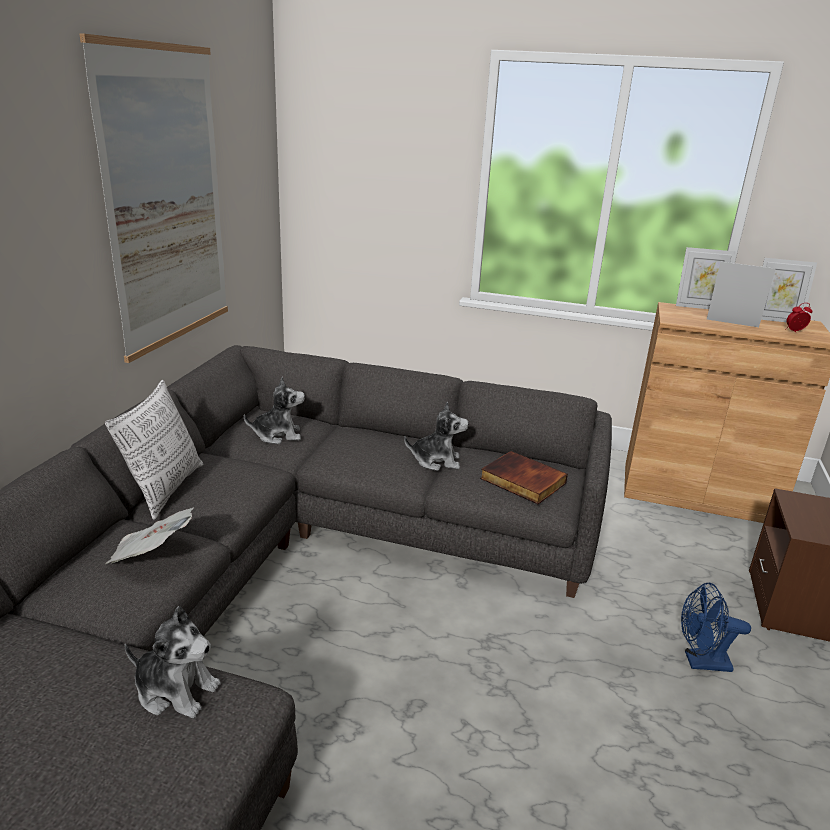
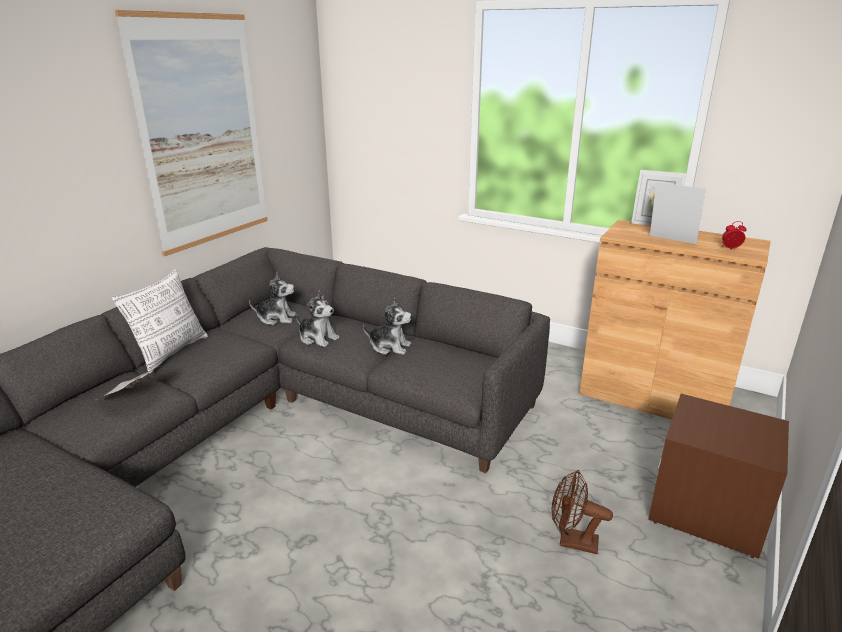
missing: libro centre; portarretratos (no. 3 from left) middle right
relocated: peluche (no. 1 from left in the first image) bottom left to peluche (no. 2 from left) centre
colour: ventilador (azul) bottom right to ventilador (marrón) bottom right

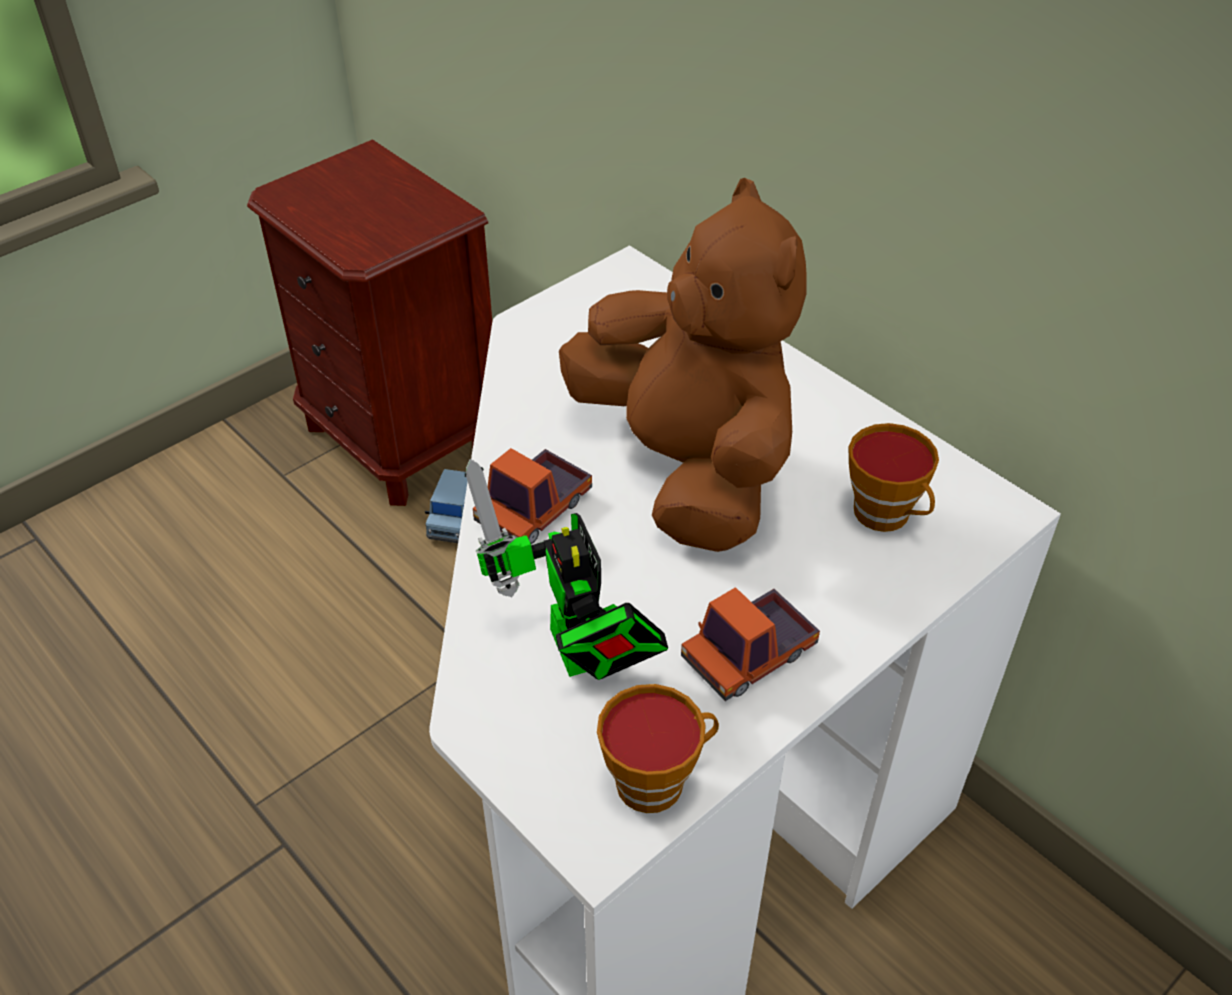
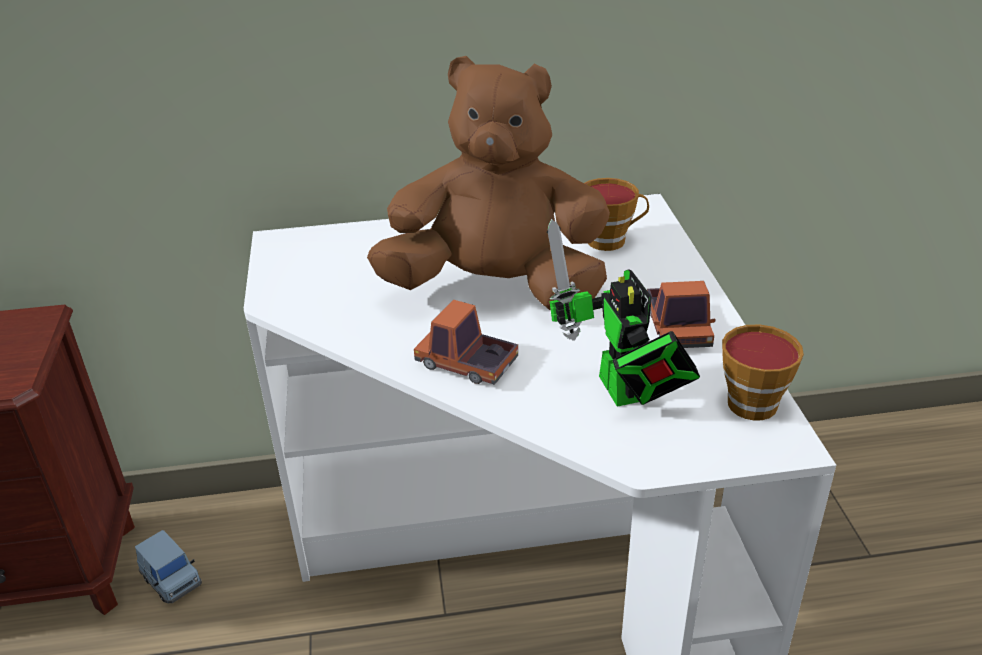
spun: robot de juguete centre = centre 60 degrees clockwise; camión de juguete (no. 1 from left) centre = centre 135 degrees clockwise

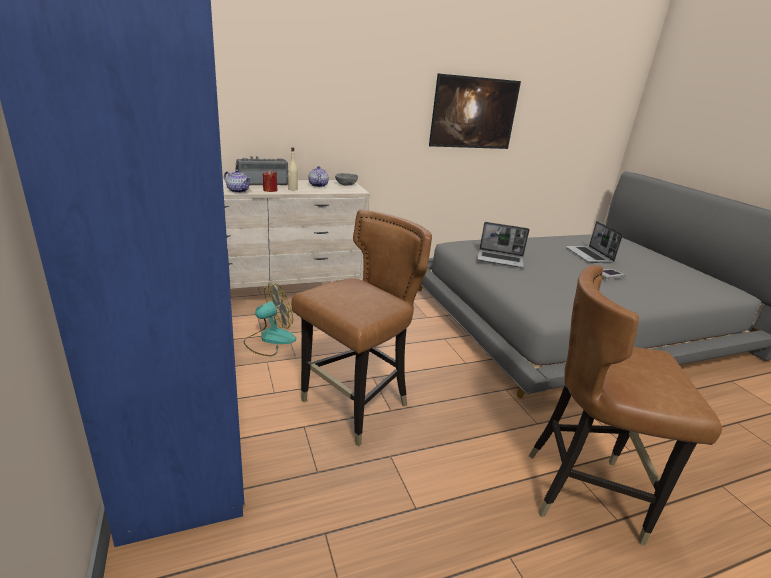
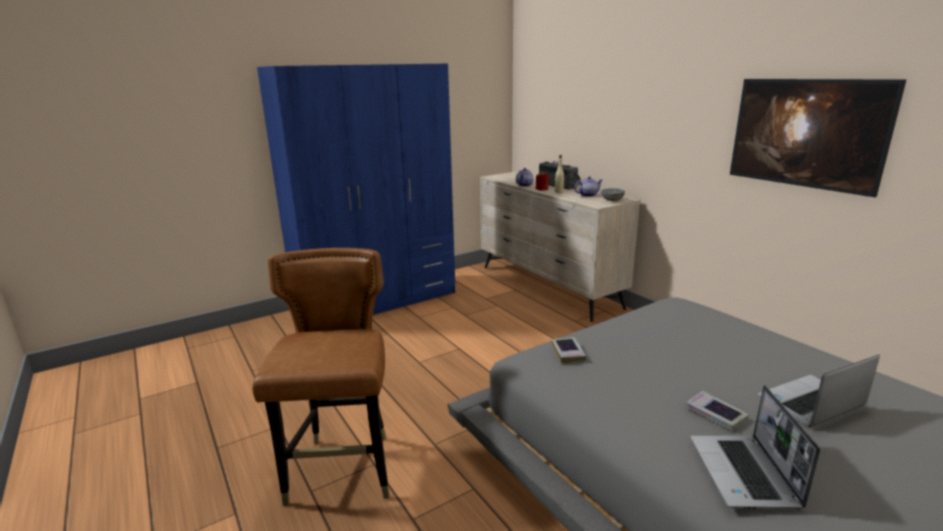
missing: ventilador centre; silla (marrón) (no. 1 from left) centre
appeared: libro (no. 1 from left) centre
relocated: portátil (no. 1 from left) centre to bottom right

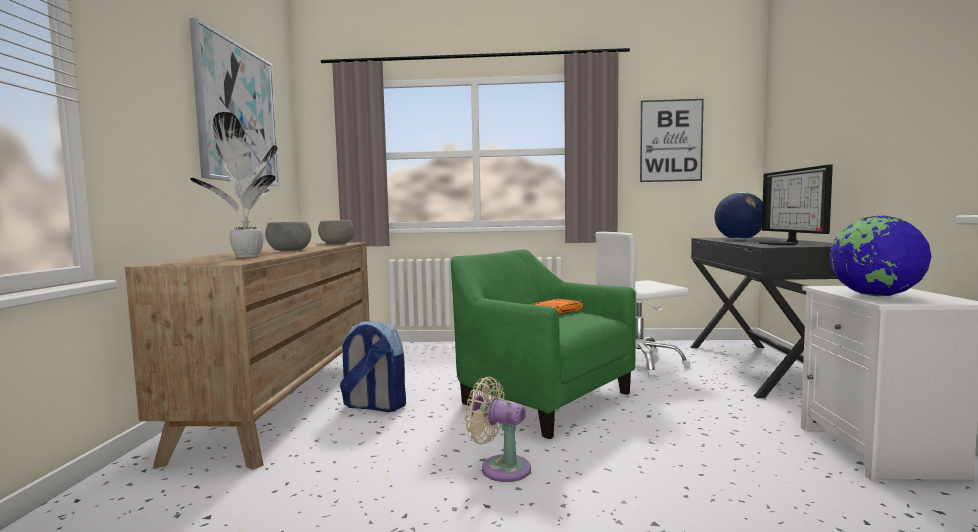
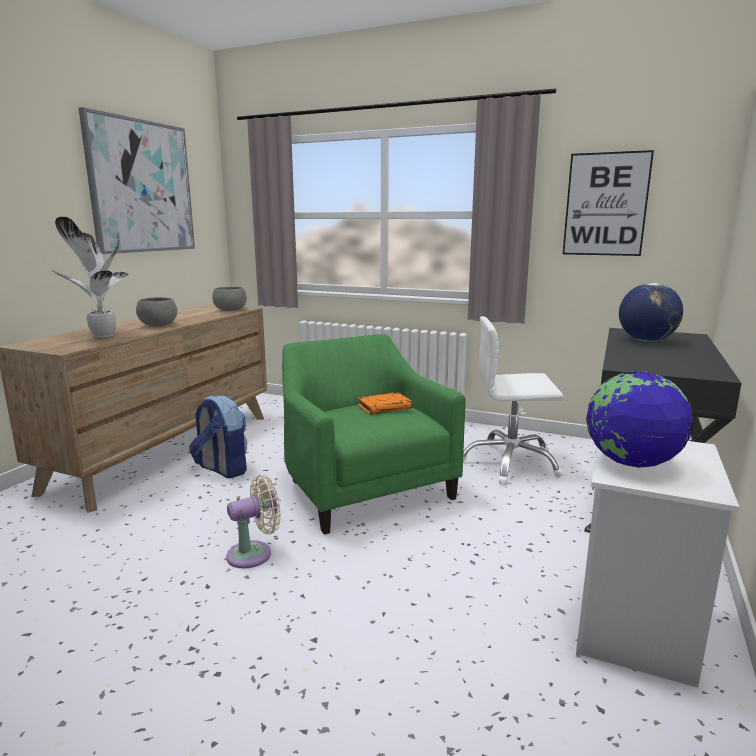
missing: monitor middle right
spun: ventilador (beis) bottom centre = bottom centre 105 degrees clockwise

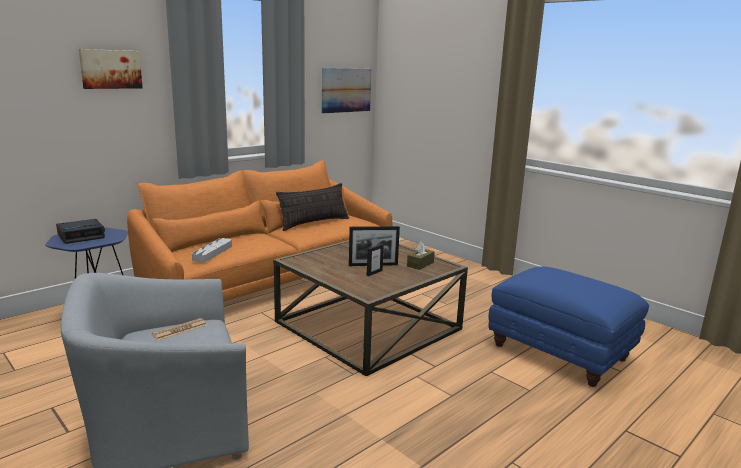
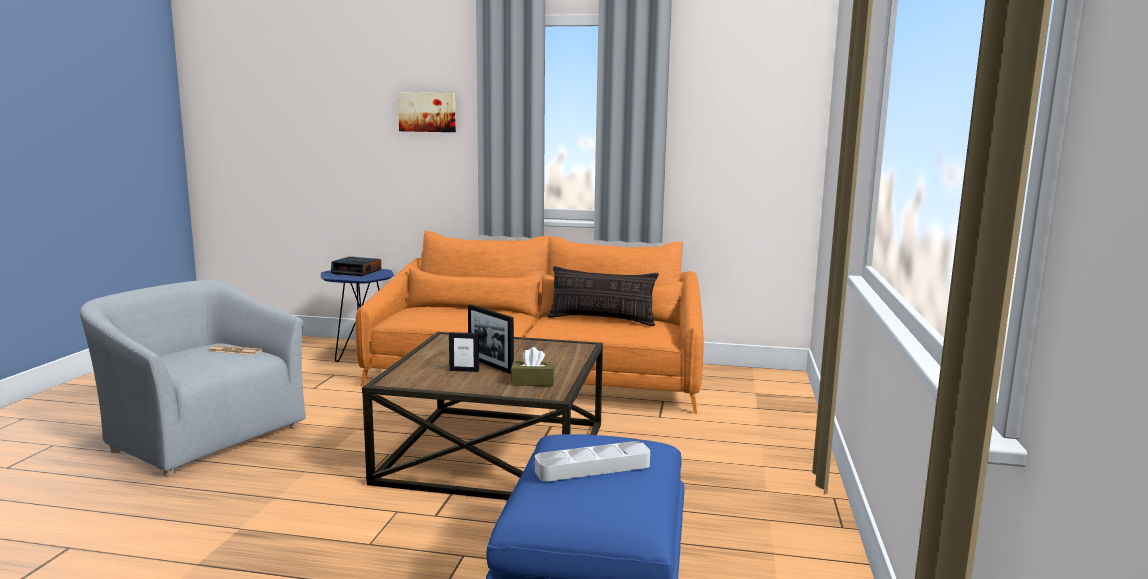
missing: cuadro (no. 2 from left) top centre
relocated: bandeja (gris) middle left to bottom centre

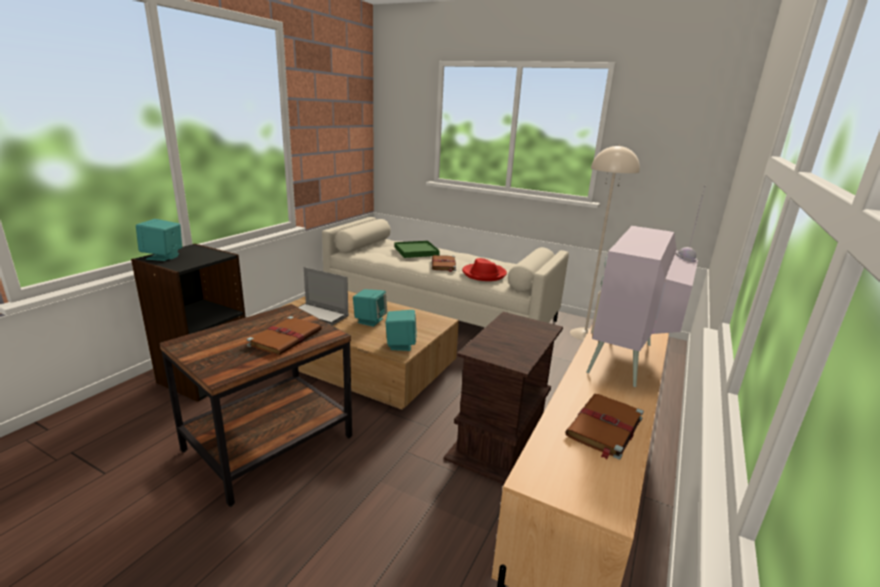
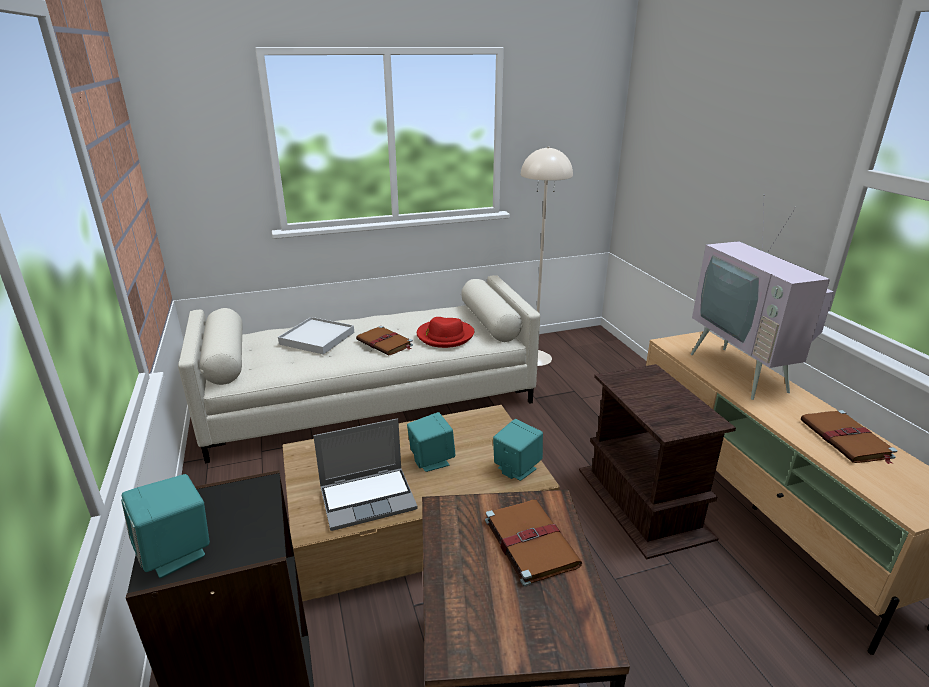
colour: bandeja (verde) centre to bandeja (blanco) centre

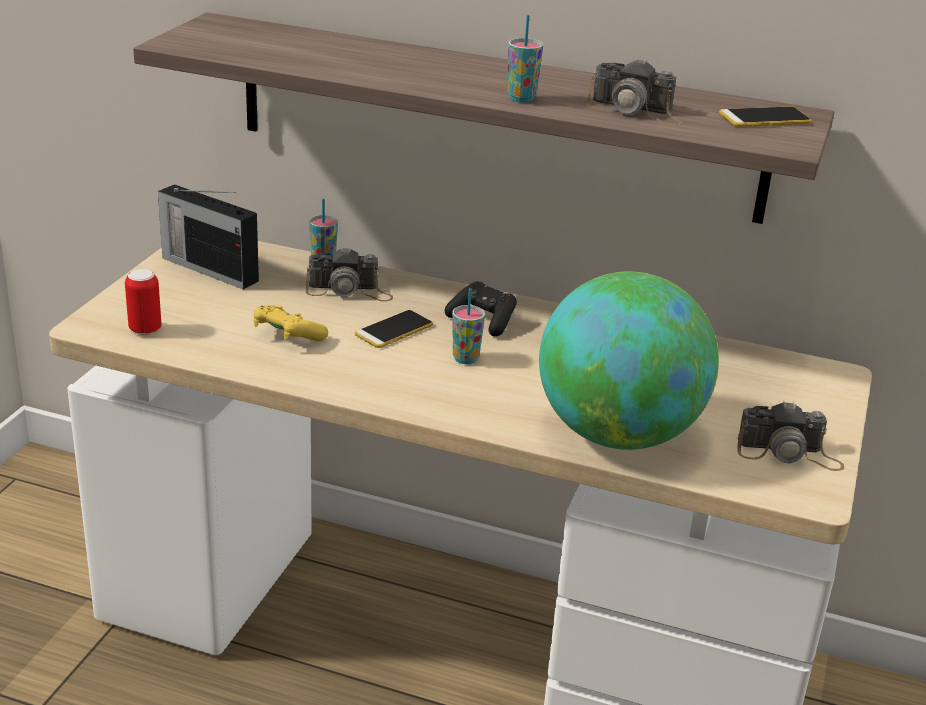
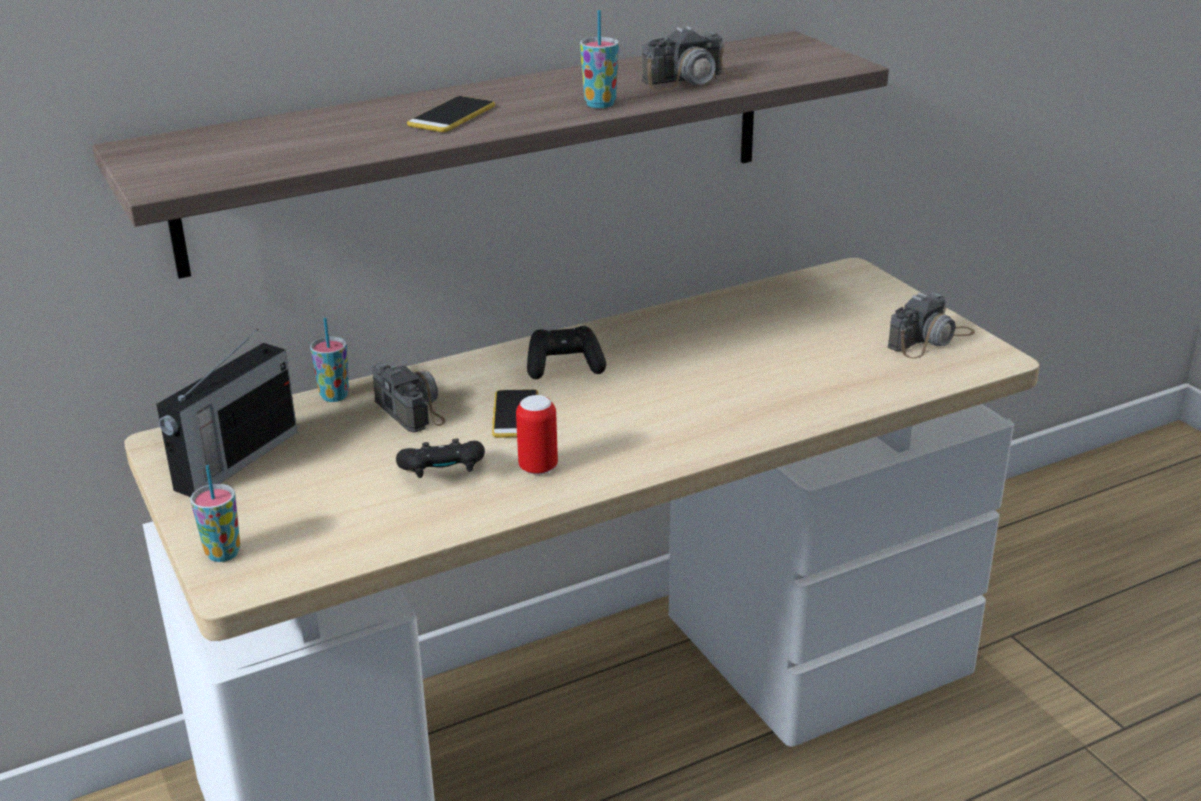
missing: globo terráqueo middle right
relocated: lata middle left to centre; taza (no. 2 from left in the first image) centre to taza (no. 1 from left) middle left; móvil (no. 2 from left in the first image) top right to móvil (no. 1 from left) top centre
colour: mando de consola (amarillo) middle left to mando de consola (negro) (no. 1 from left) centre
spun: radio middle left = middle left 45 degrees counterclockwise; cámara (no. 1 from left) centre = centre 75 degrees counterclockwise

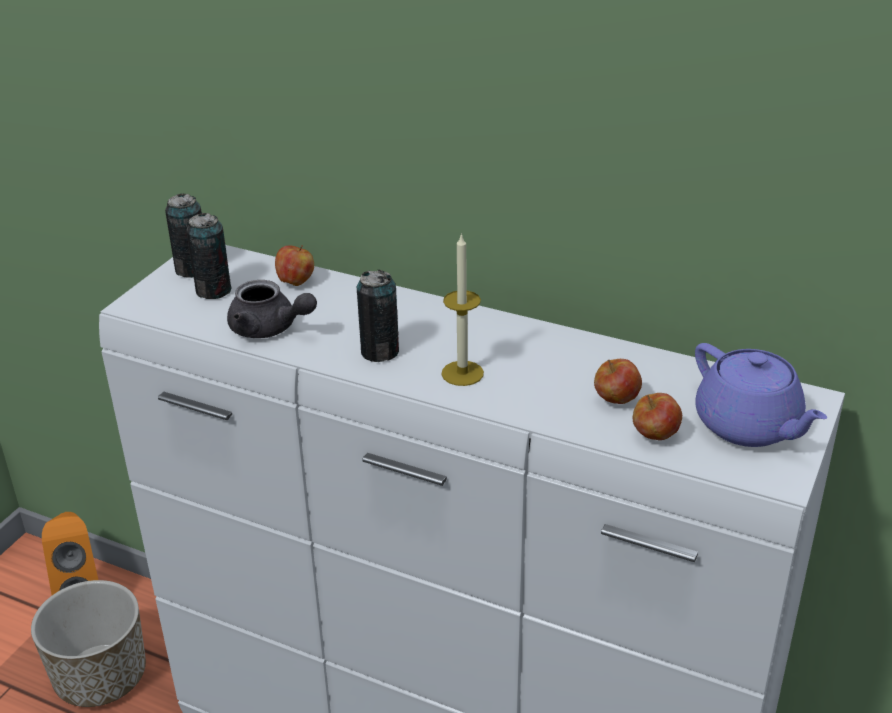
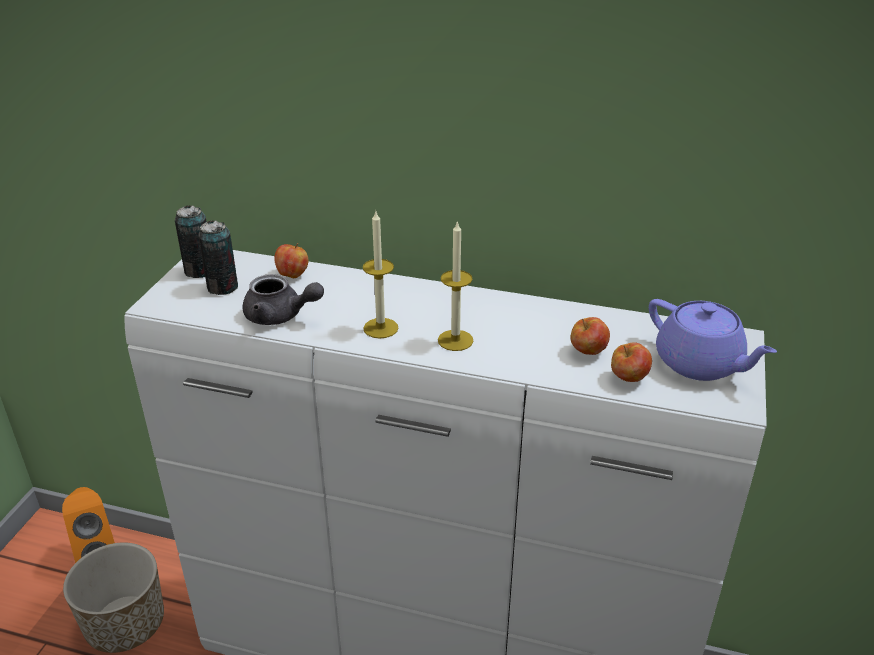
exchanged: lata (no. 3 from left) centre to vela (no. 1 from left) centre

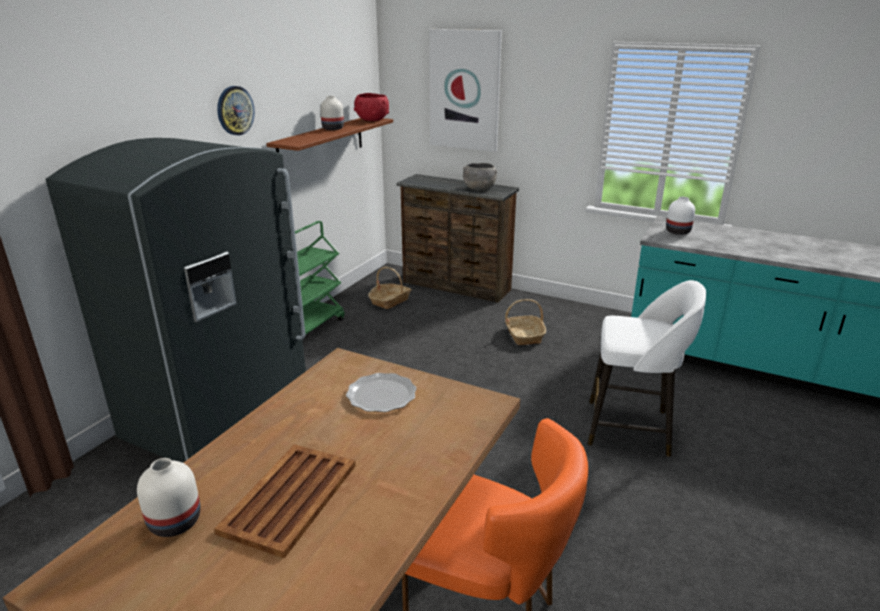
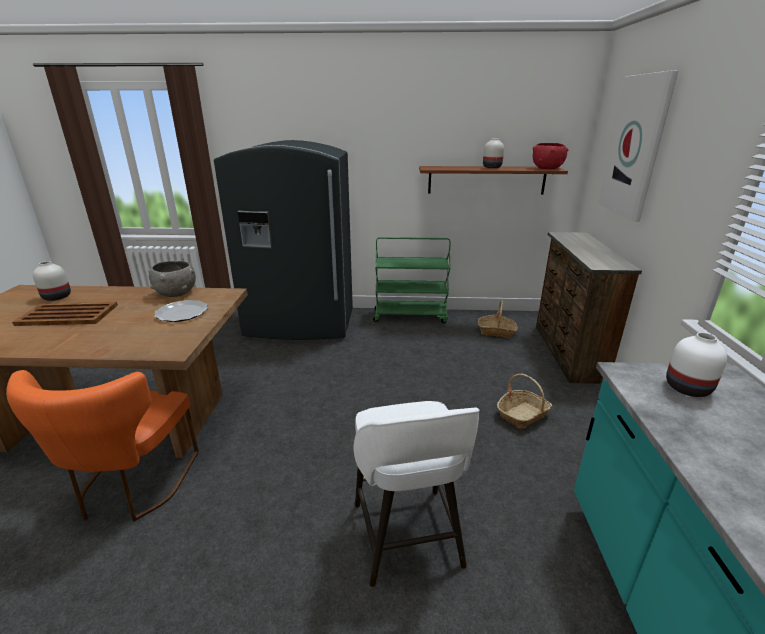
missing: reloj de pared top left
relocated: cuenco (gris) top centre to middle left

